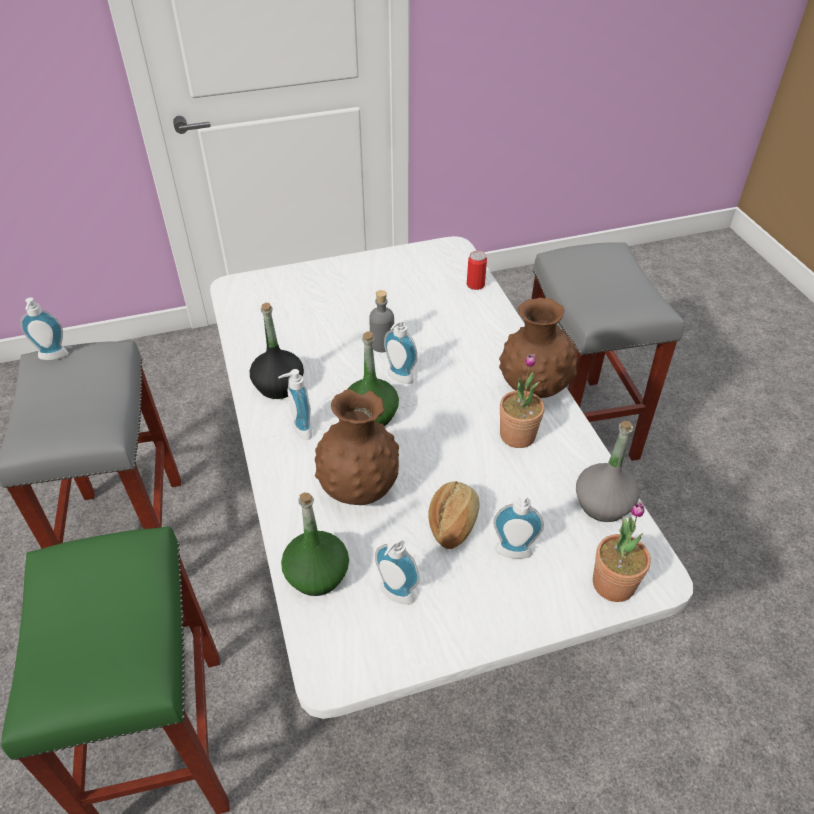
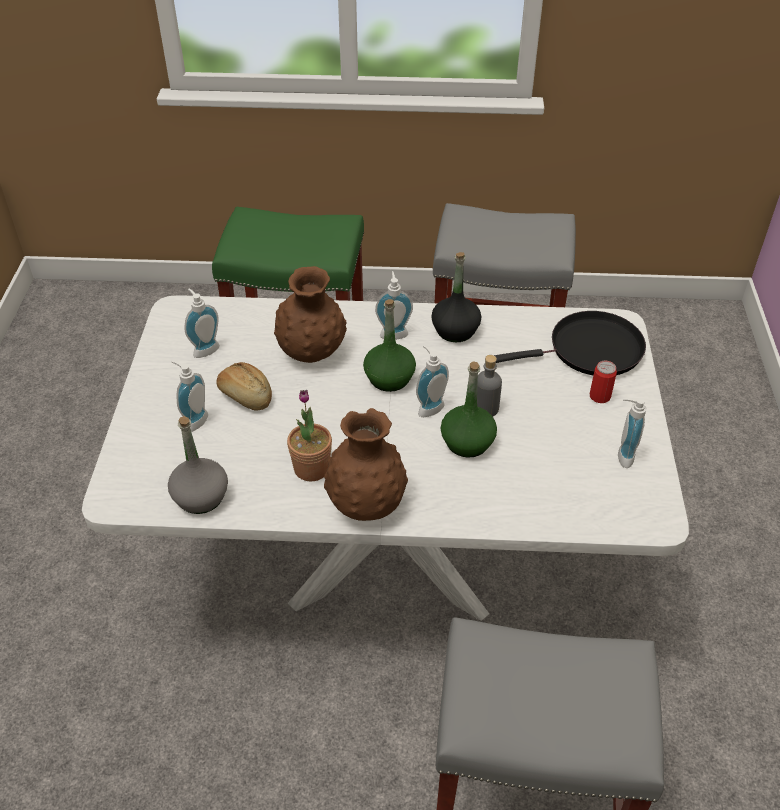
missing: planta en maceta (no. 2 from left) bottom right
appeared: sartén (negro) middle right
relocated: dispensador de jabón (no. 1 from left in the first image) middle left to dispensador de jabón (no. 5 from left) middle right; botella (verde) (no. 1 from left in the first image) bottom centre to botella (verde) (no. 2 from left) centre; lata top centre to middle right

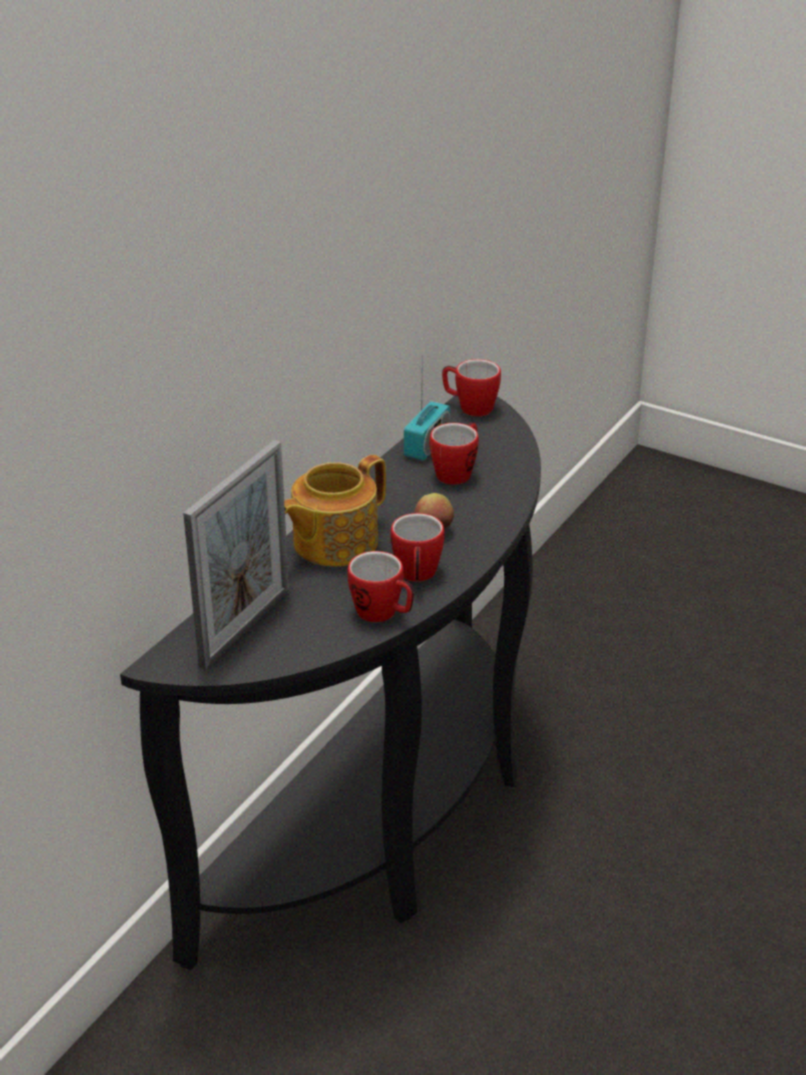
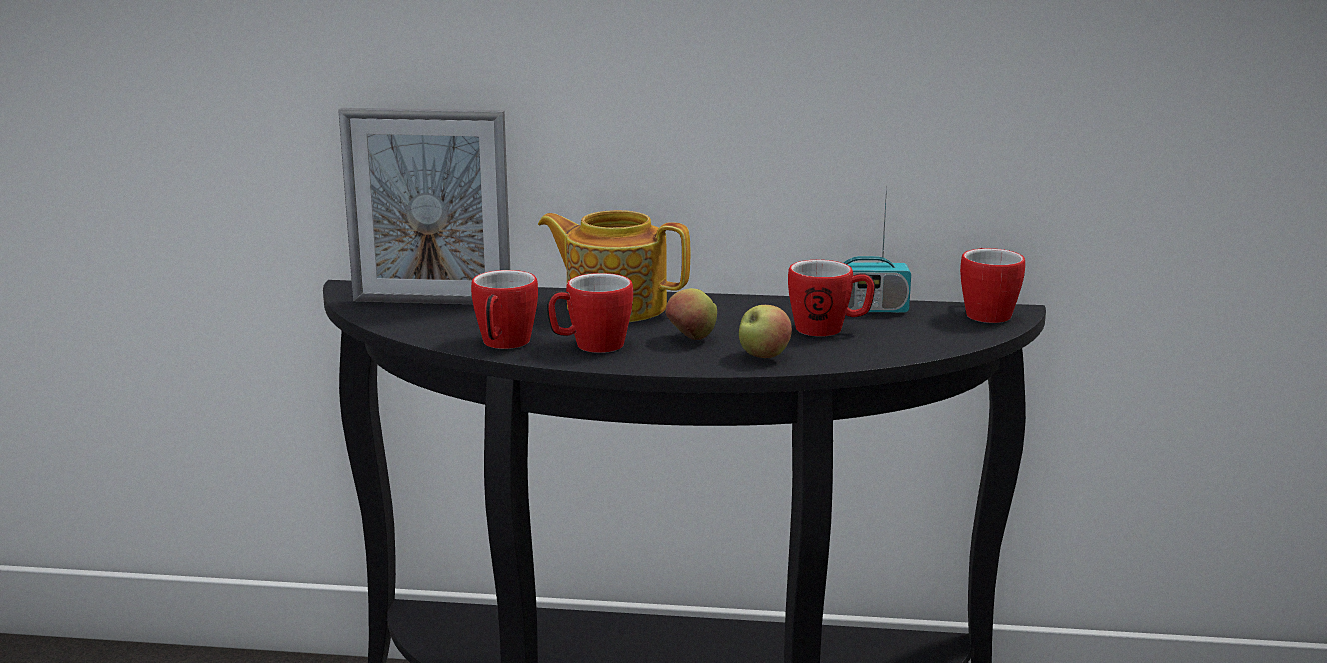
appeared: manzana (no. 2 from left) centre

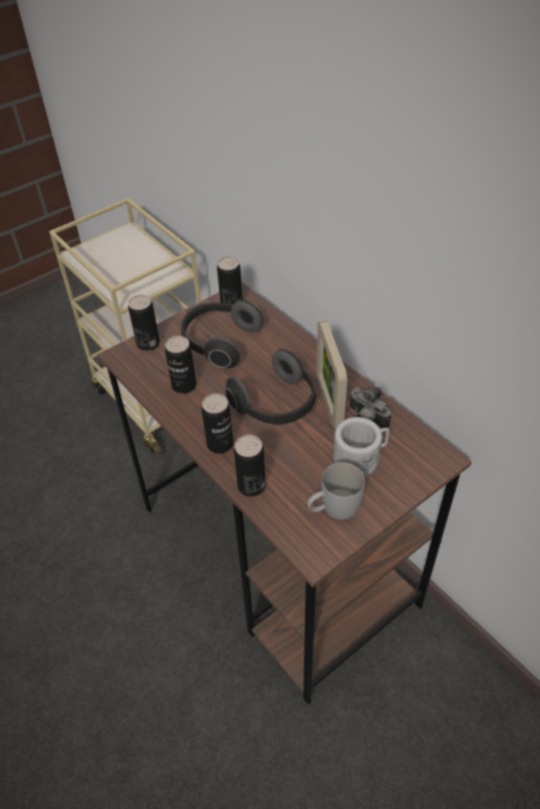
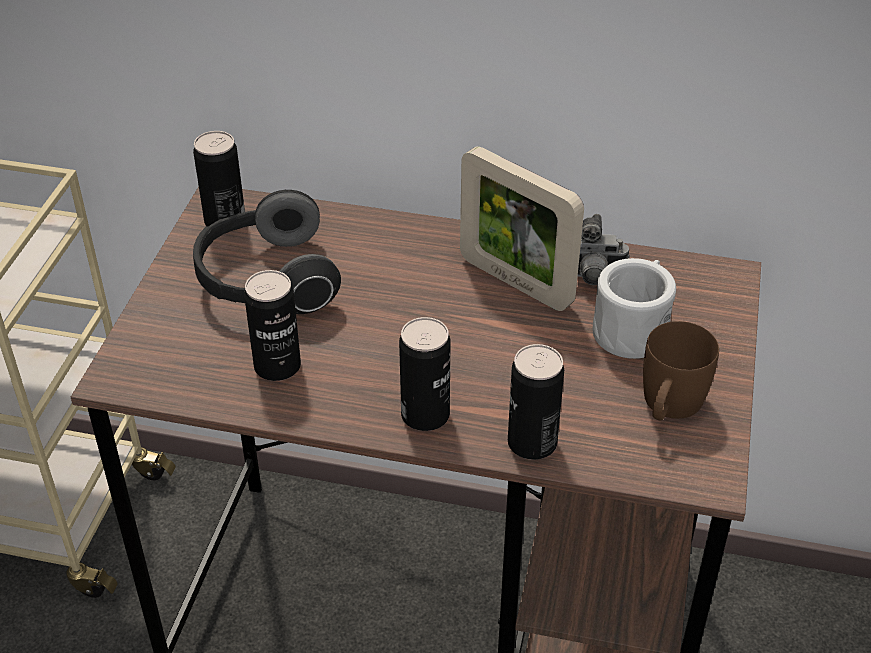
missing: lata (no. 1 from left) middle left; auriculares (no. 2 from left) centre
colour: taza grande (blanco) (no. 1 from left) centre to taza grande (marrón) middle right

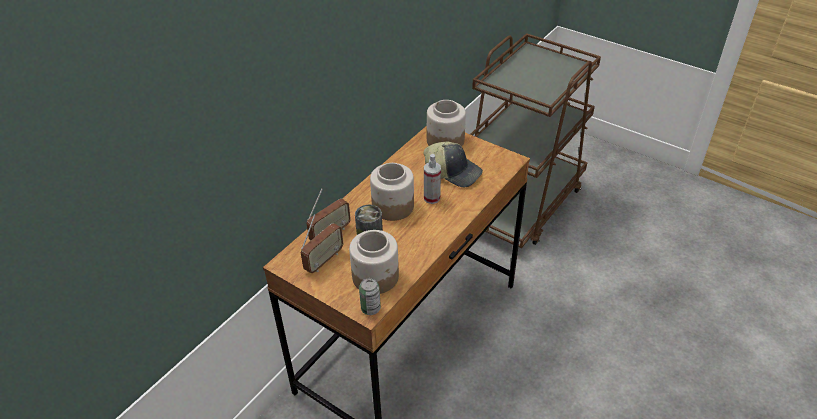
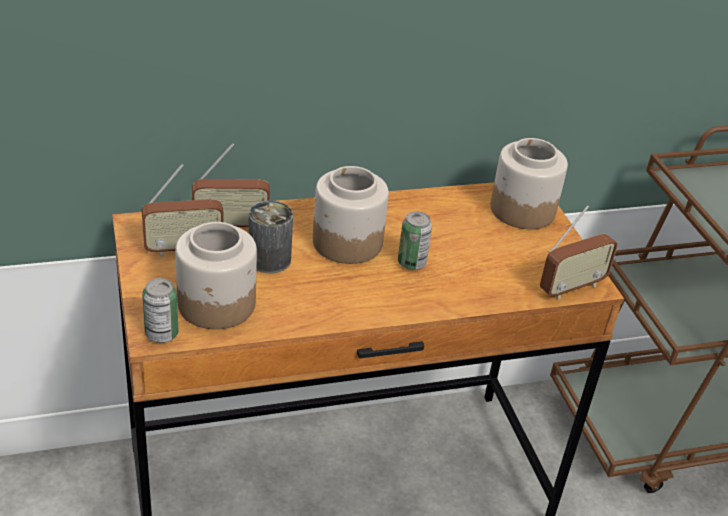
missing: gorra centre
appeared: radio (no. 3 from left) middle right
exchanged: pulverizador centre to lata (no. 3 from left) centre

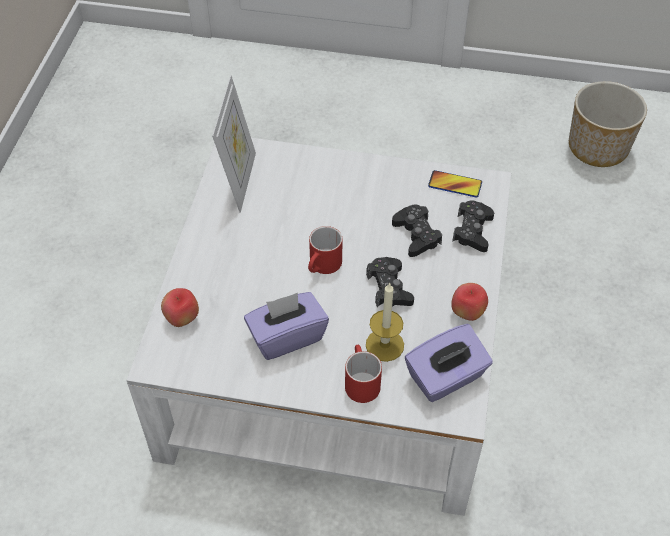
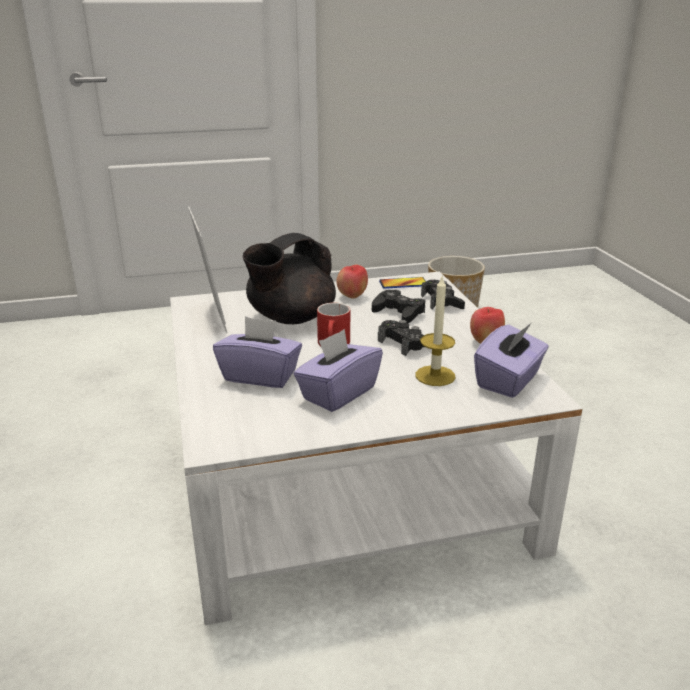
missing: taza grande (rojo) (no. 2 from left) bottom centre
appeared: caja de pañuelos (morado) (no. 1 from left) centre; tetera (negro) centre
relocated: manzana (no. 1 from left) middle left to centre

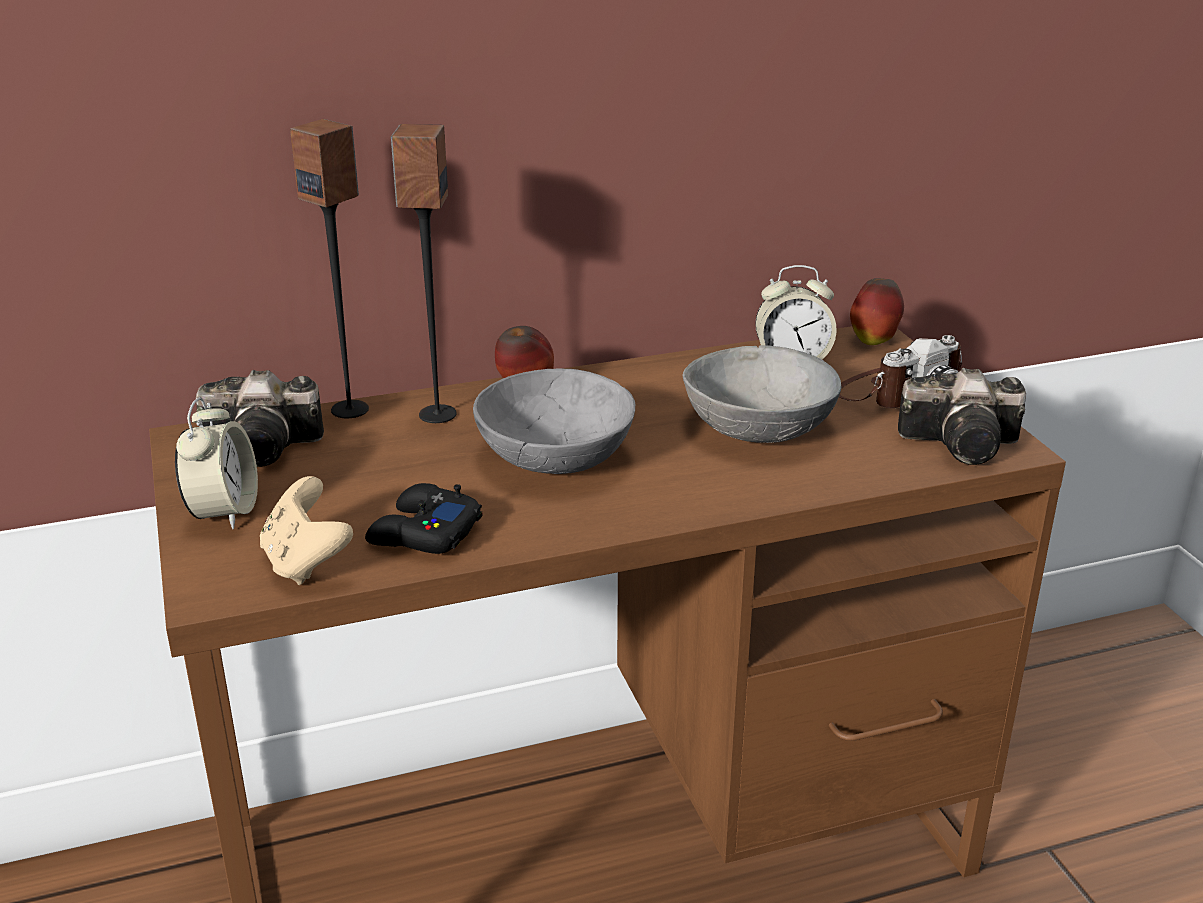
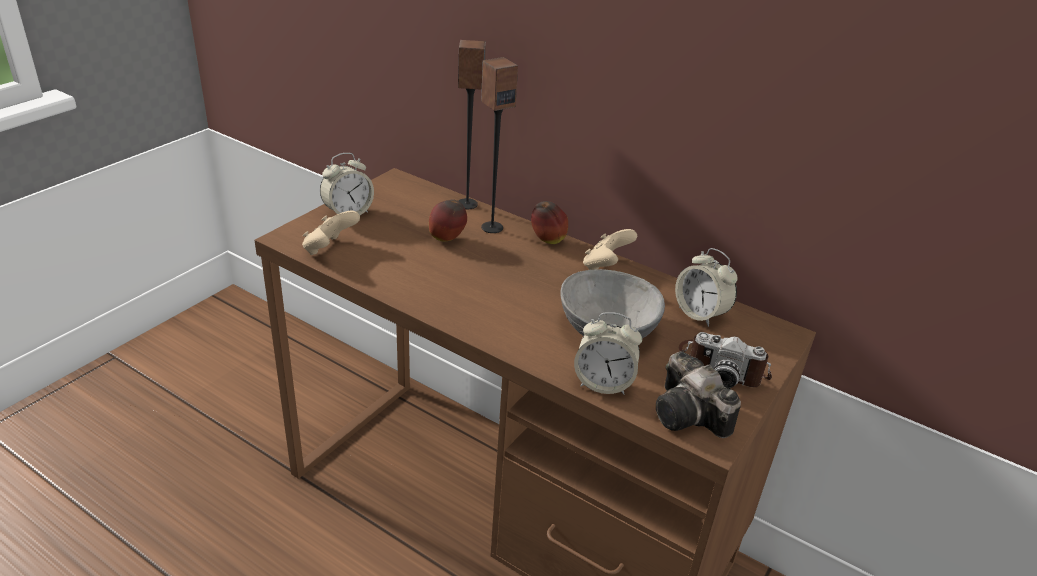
missing: cámara (no. 1 from left) middle left; mando de consola (negro) centre; cuenco (gris) (no. 1 from left) centre
appeared: despertador (no. 2 from left) centre; mando de consola (beis) (no. 2 from left) centre
relocated: manzana (no. 2 from left in the first image) middle right to manzana (no. 1 from left) centre

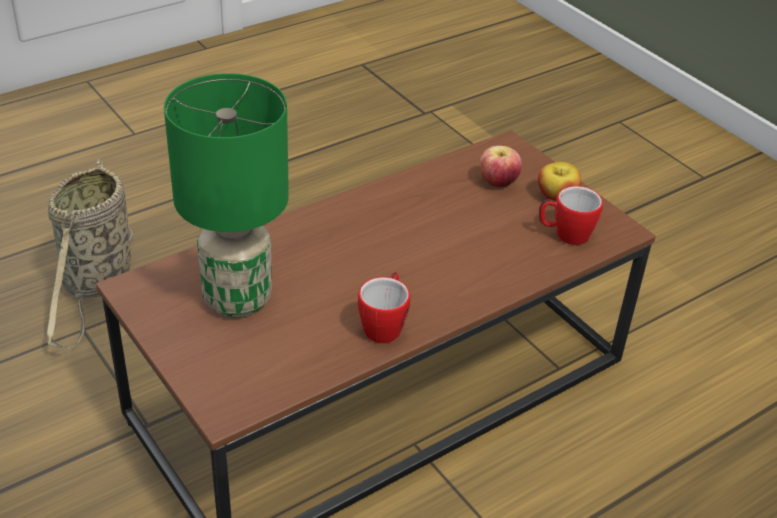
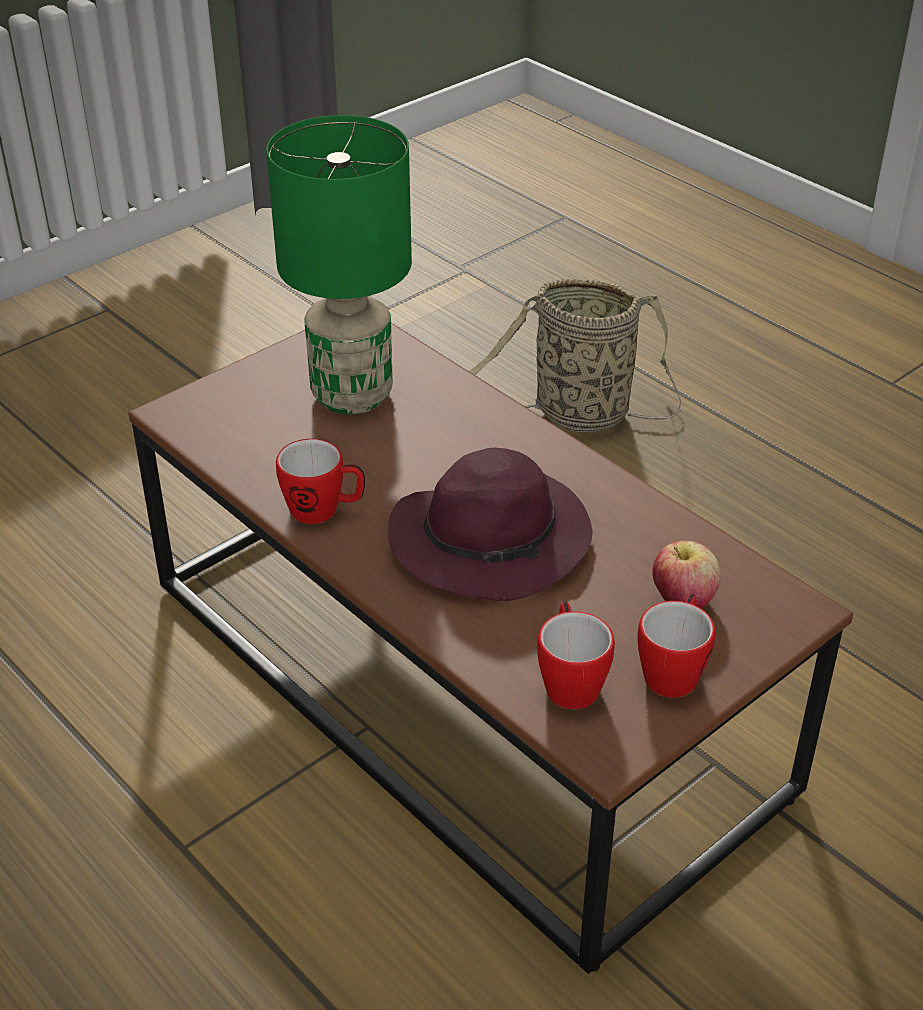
appeared: sombrero (morado) centre
exchanged: manzana (no. 2 from left) middle right to taza grande (no. 3 from left) middle right

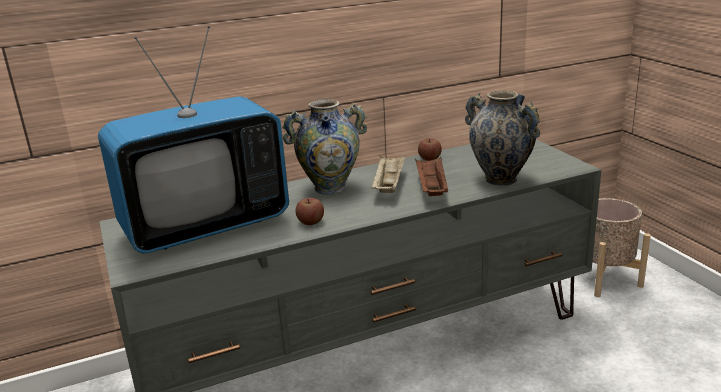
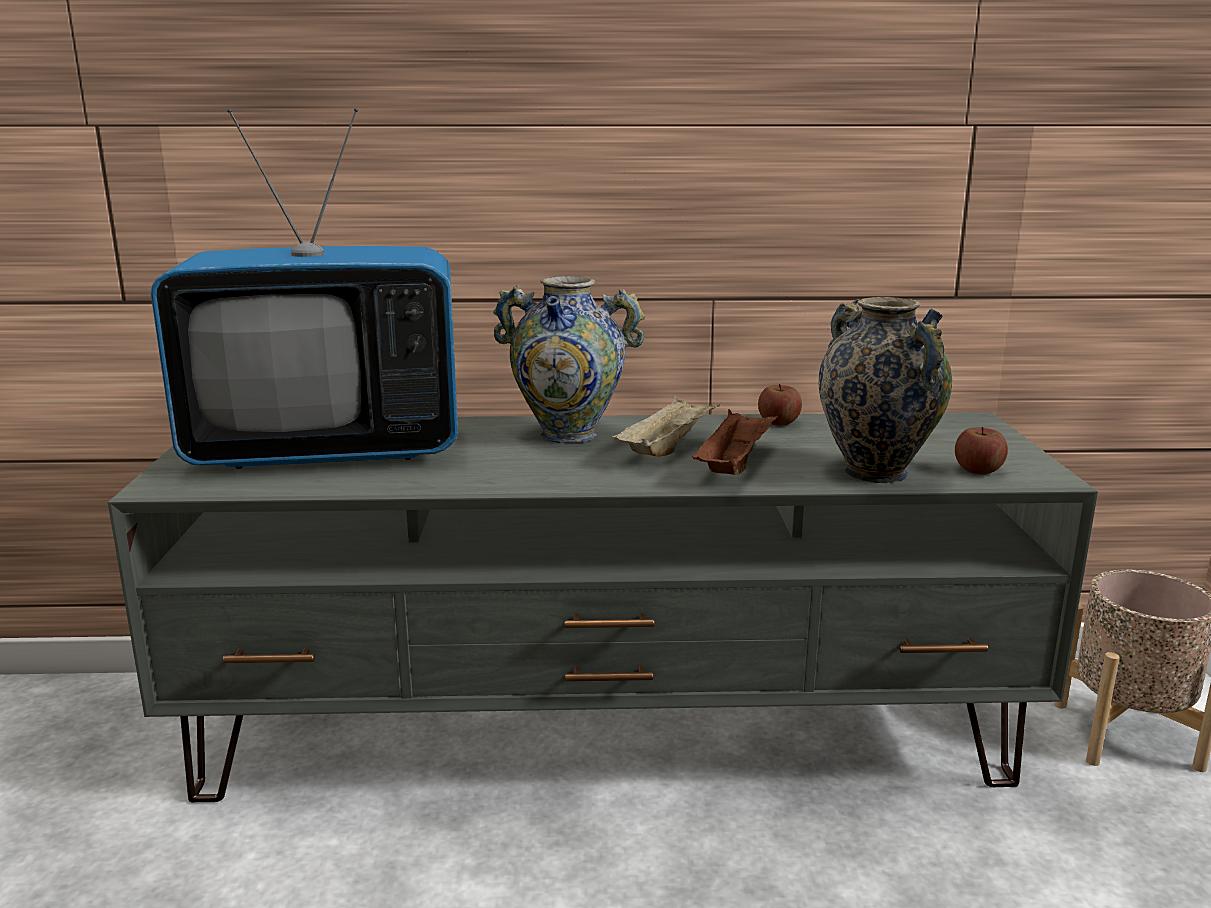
relocated: manzana (no. 1 from left in the first image) centre to manzana (no. 2 from left) middle right

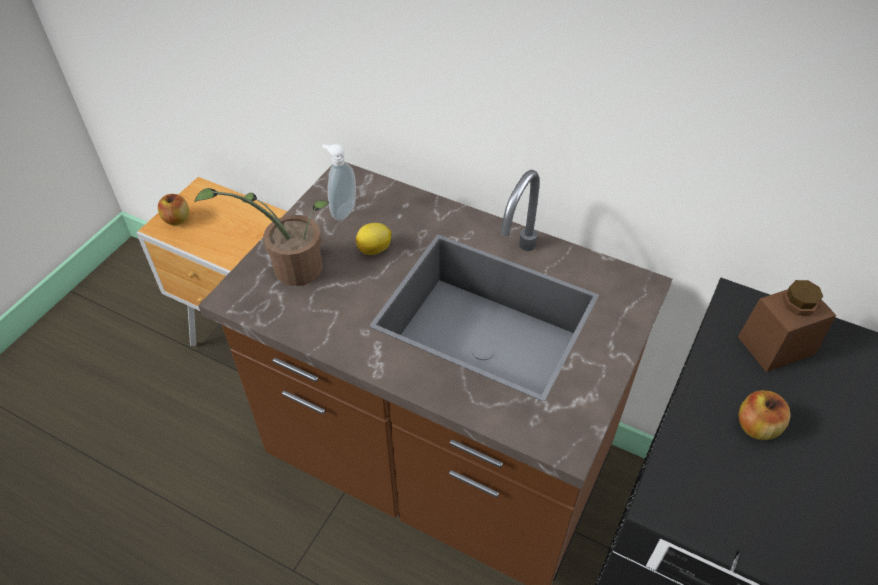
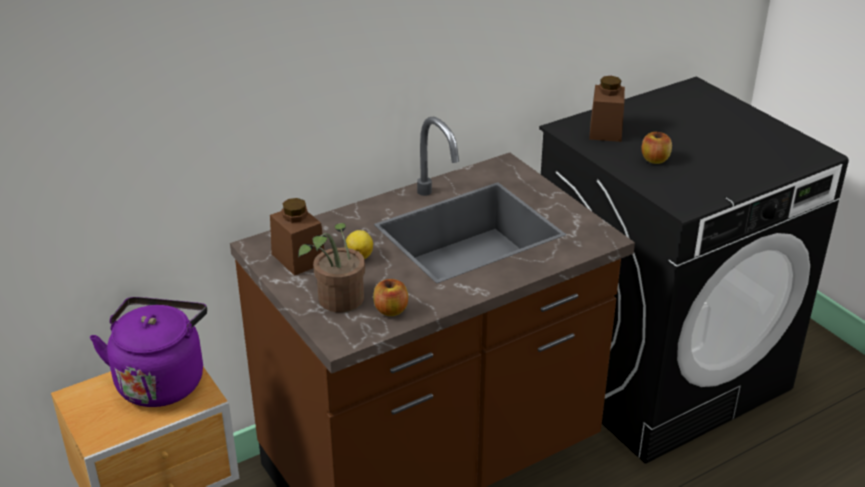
appeared: hervidor (morado) bottom left
relocated: manzana (no. 1 from left) middle left to centre
exchanged: dispensador de jabón top centre to tarro (marrón) (no. 1 from left) centre

